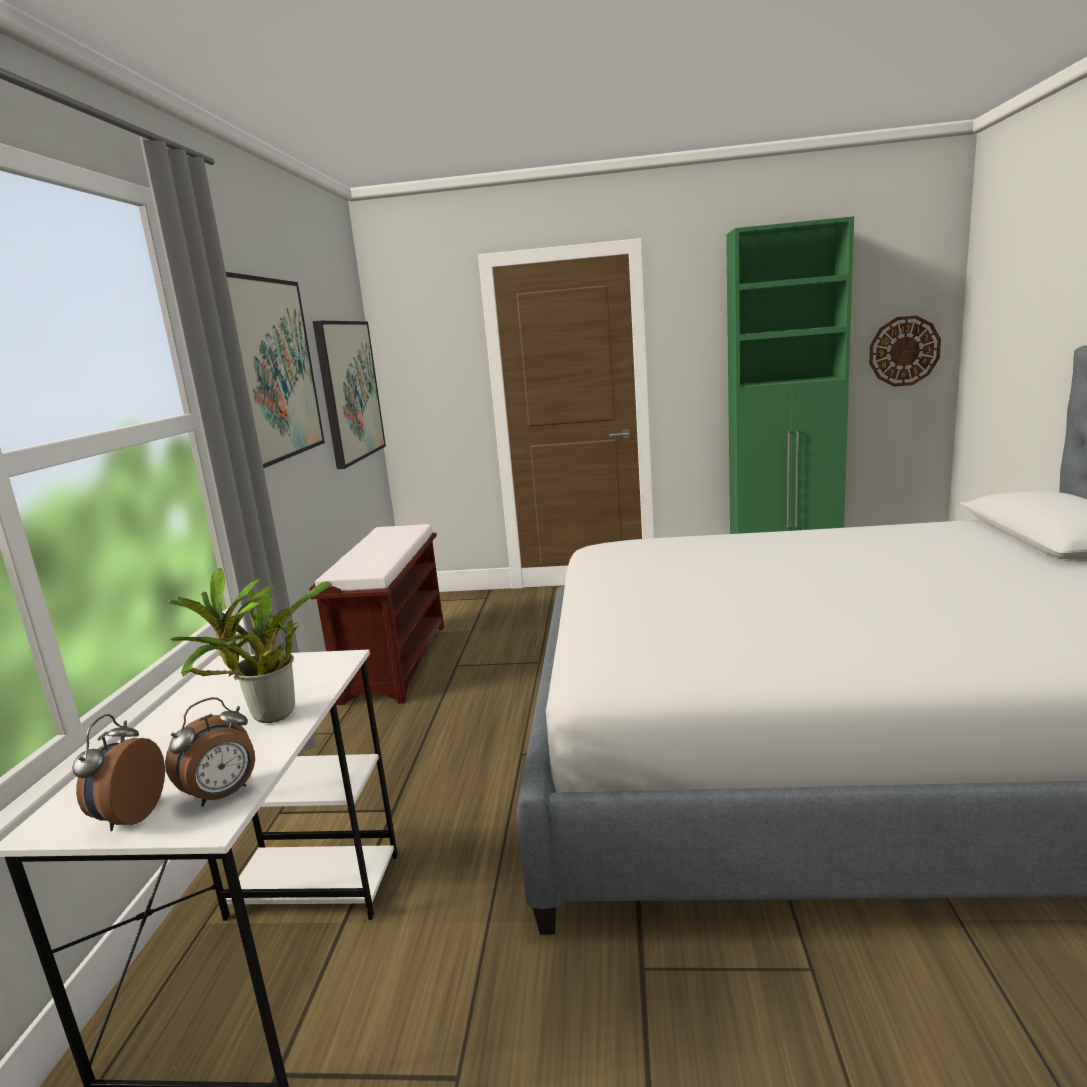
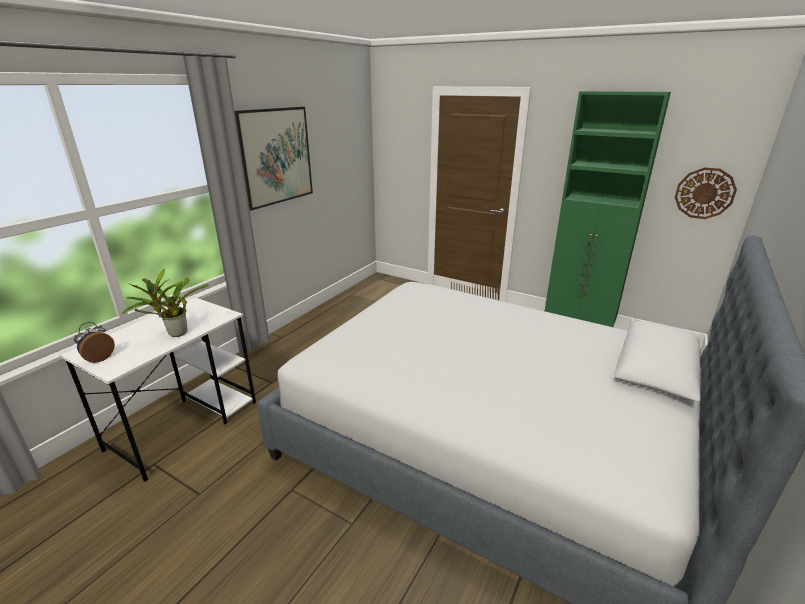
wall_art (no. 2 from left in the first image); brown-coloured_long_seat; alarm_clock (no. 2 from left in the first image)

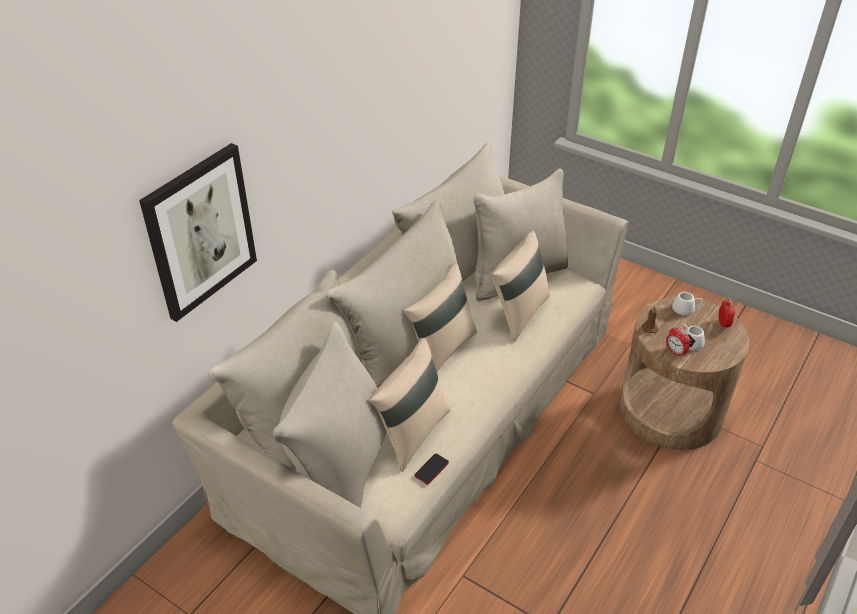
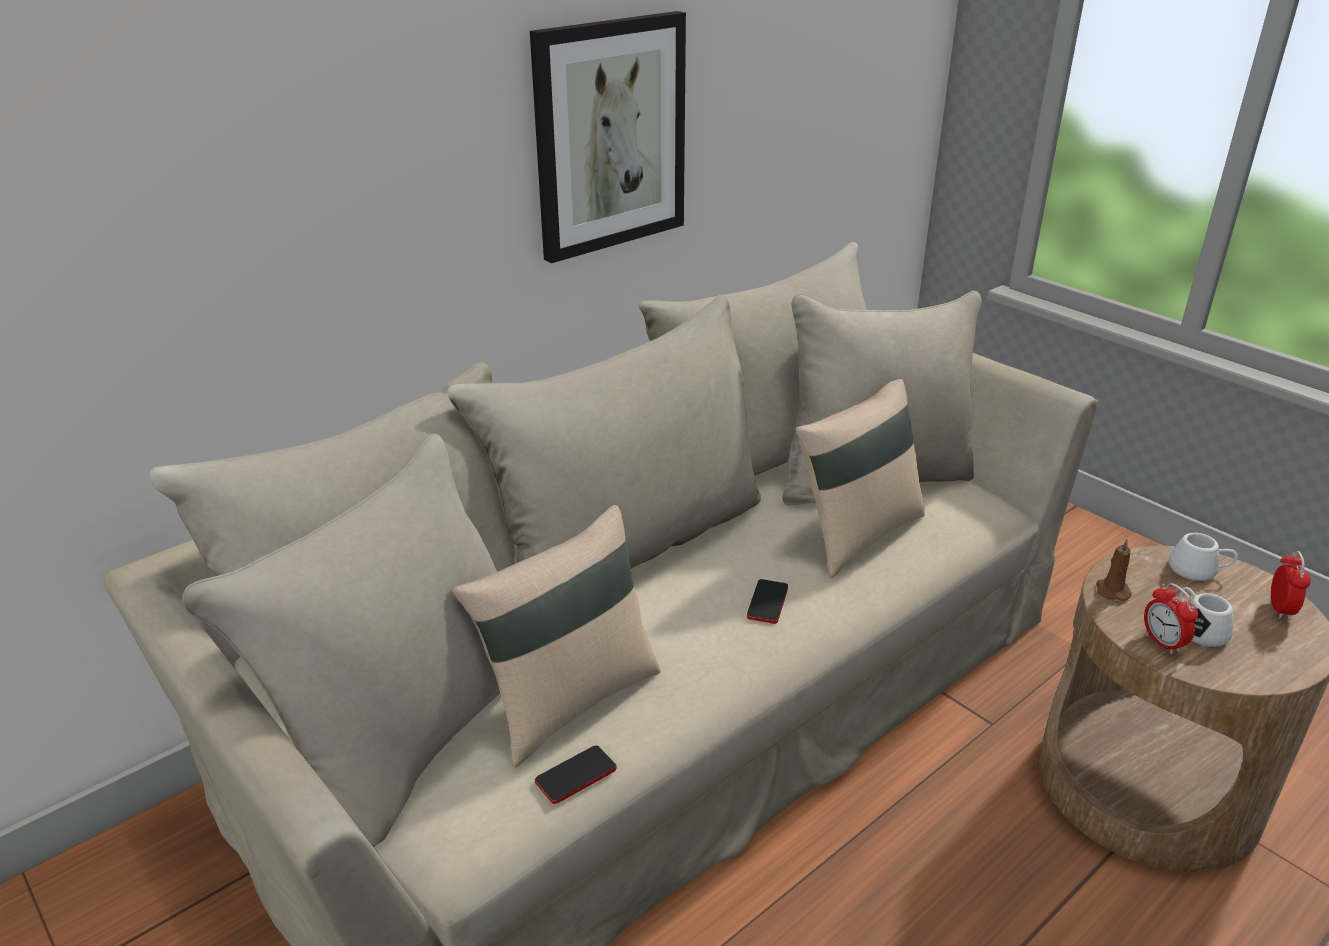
wall_art; beige-coloured_cushion (no. 2 from left in the first image); handset (no. 2 from left)

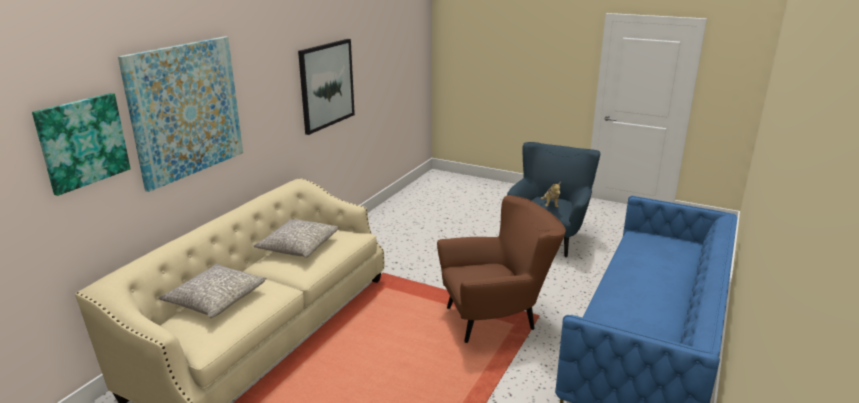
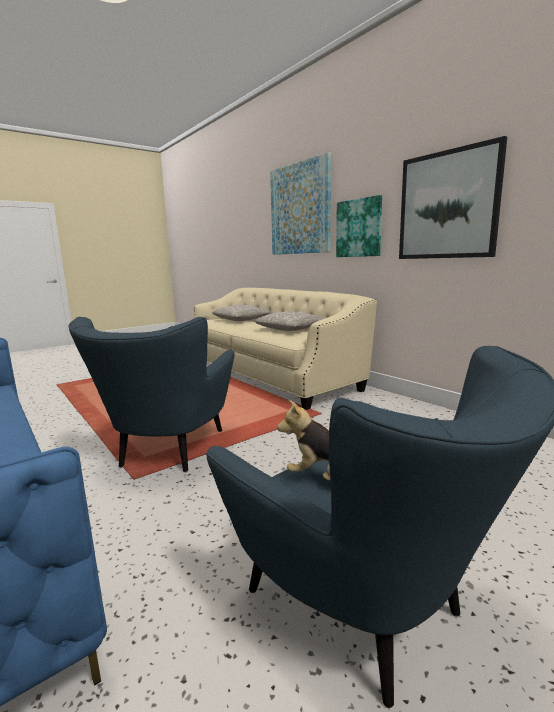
wall_art (no. 2 from left); blue_lounge_chair (no. 1 from left)

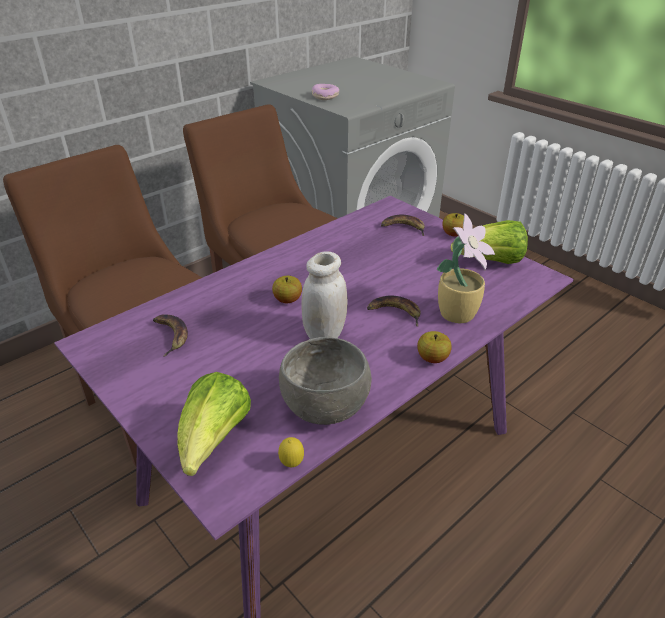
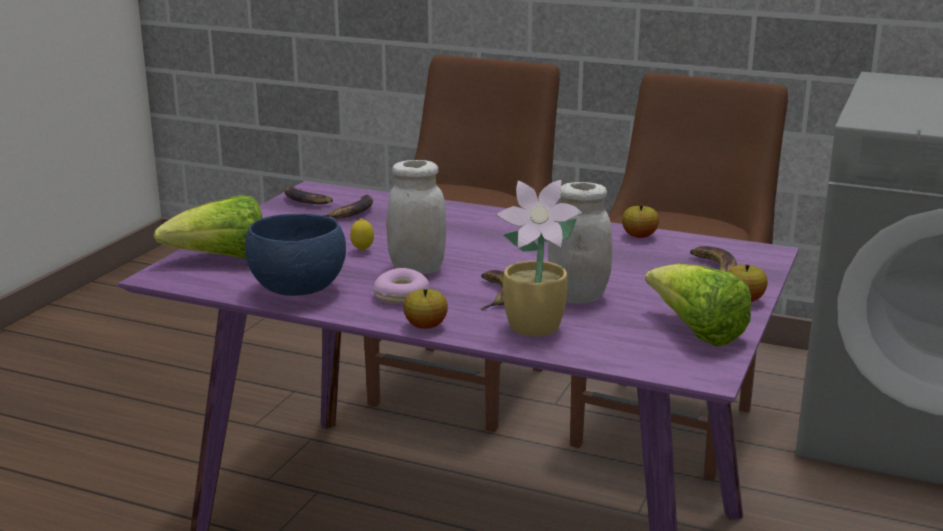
doughnut; whole_apple (no. 2 from left); blue_serving_bowl; lemon; white-coloured_jar (no. 2 from left); whole_banana (no. 1 from left)

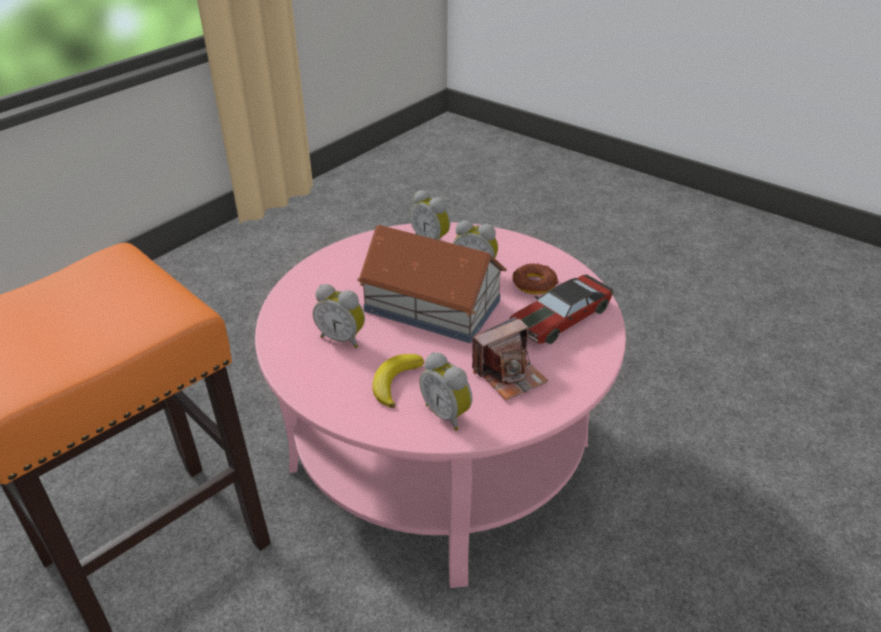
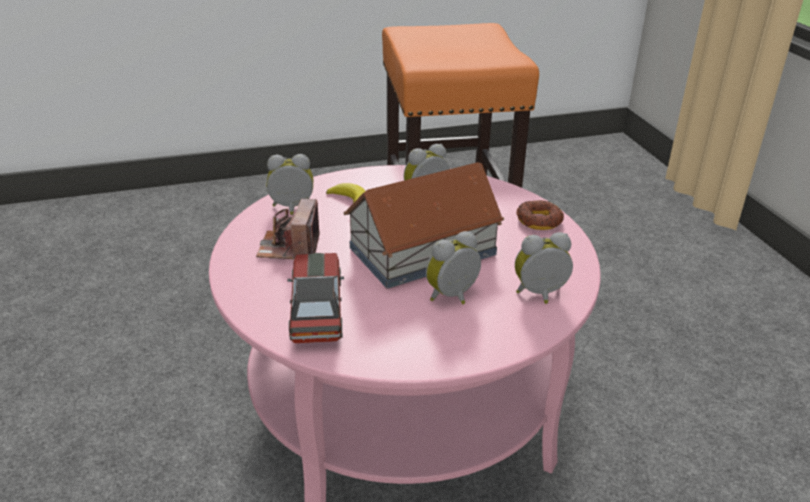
doughnut

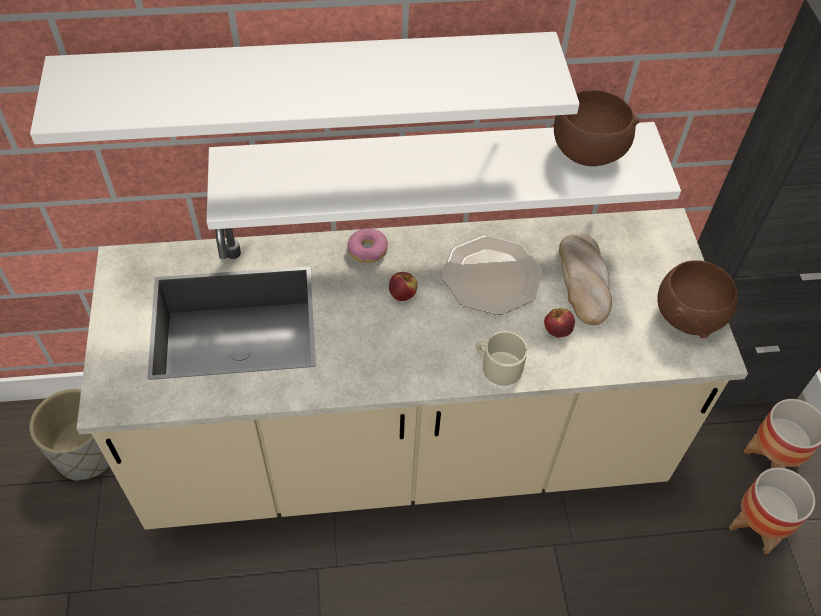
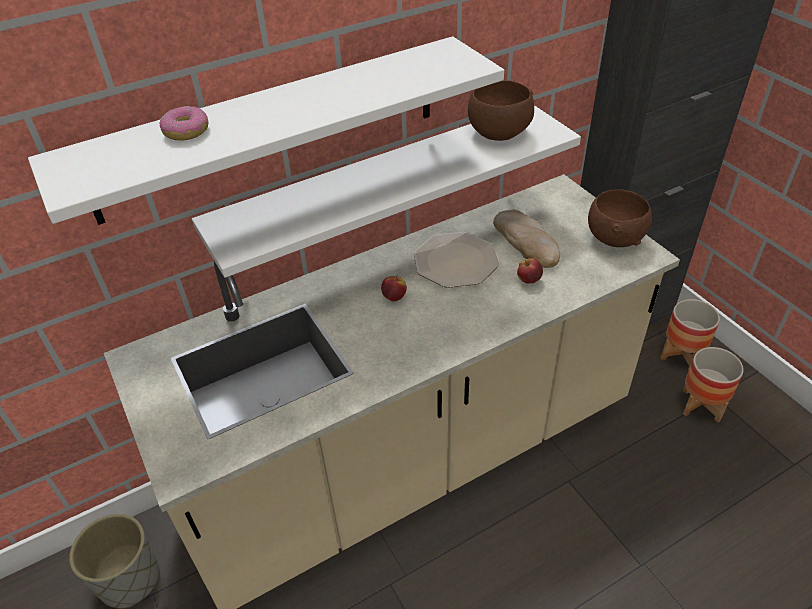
doughnut; beige-coloured_coffee_mug

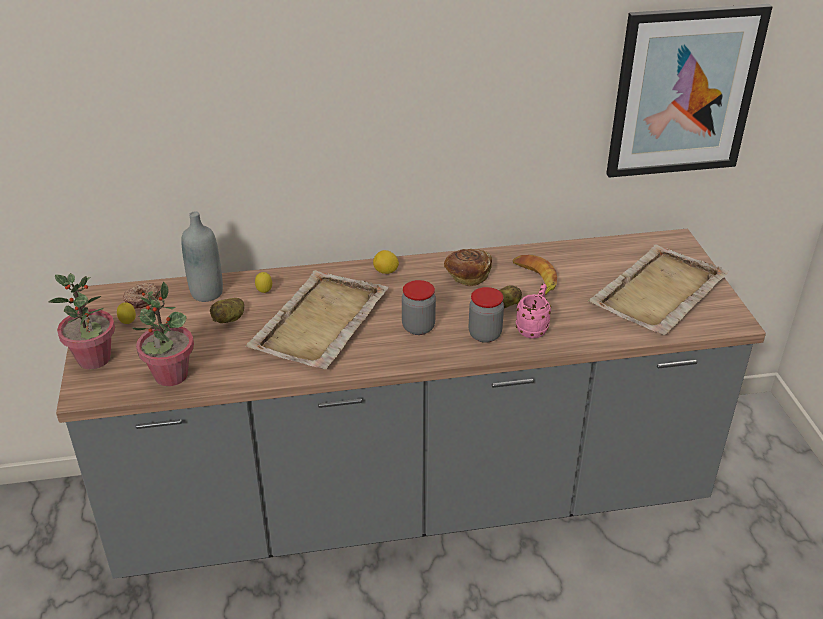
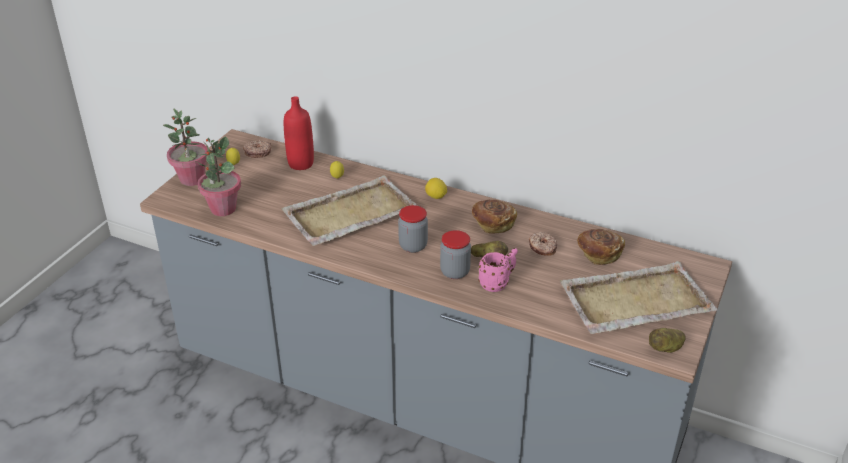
wall_art; reddish_beverage_bottle; doughnut (no. 2 from left); potato (no. 2 from left); bakery_bread (no. 2 from left)

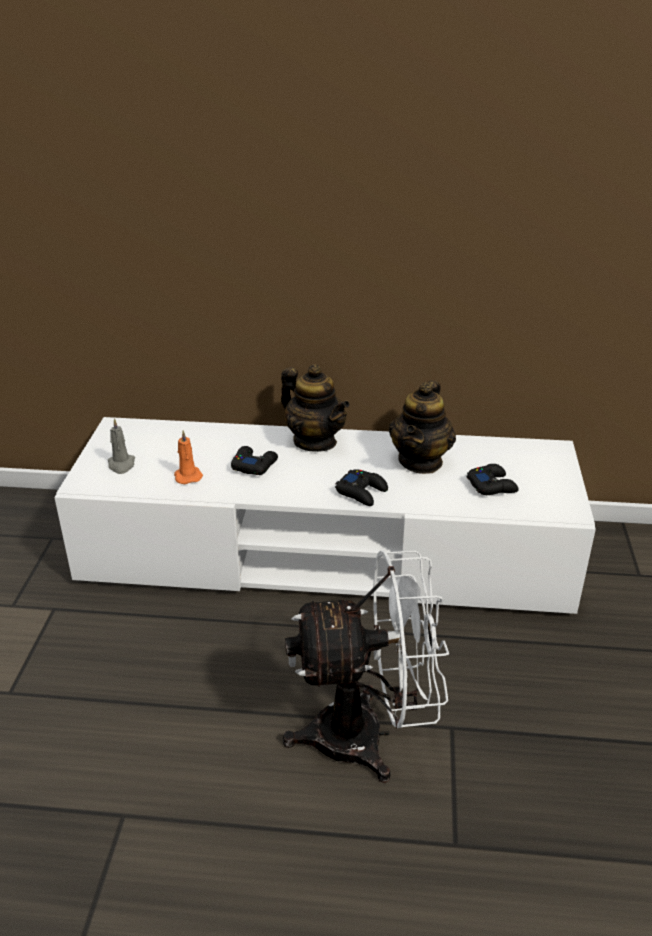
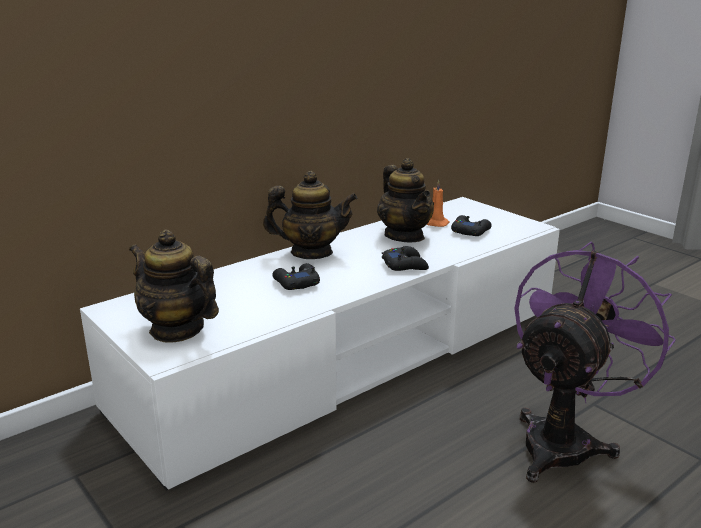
pot_for_tea (no. 1 from left); orangey_candle; purple_cooling_fan

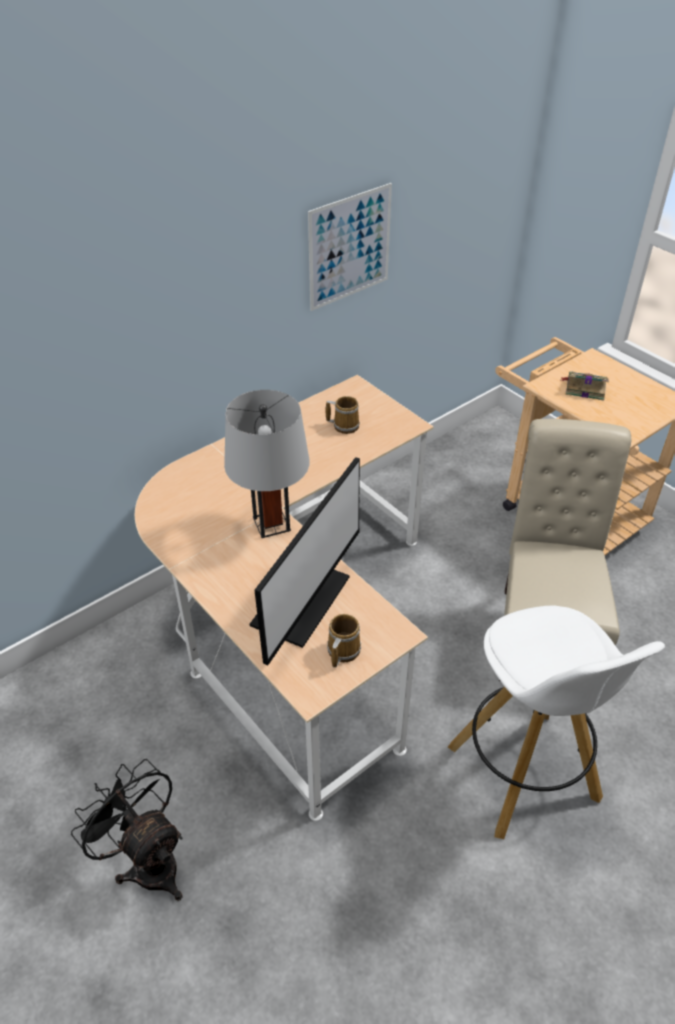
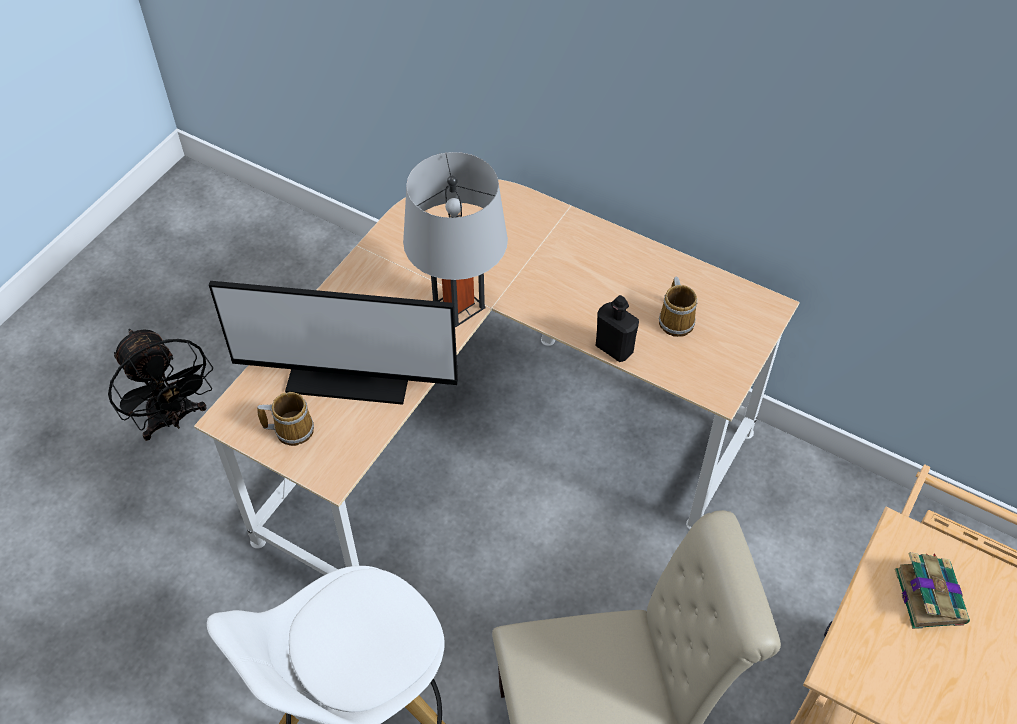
wall_art; black-coloured_cooling_fan; black-coloured_beverage_bottle

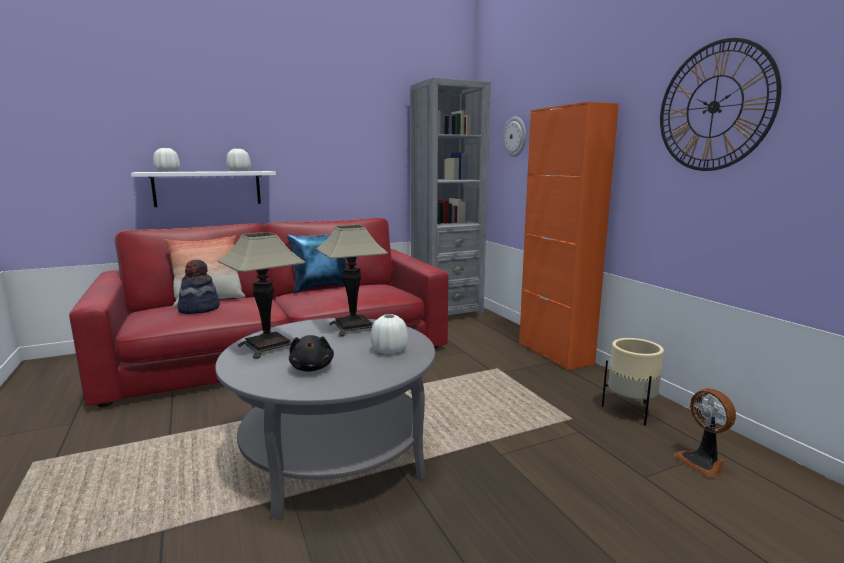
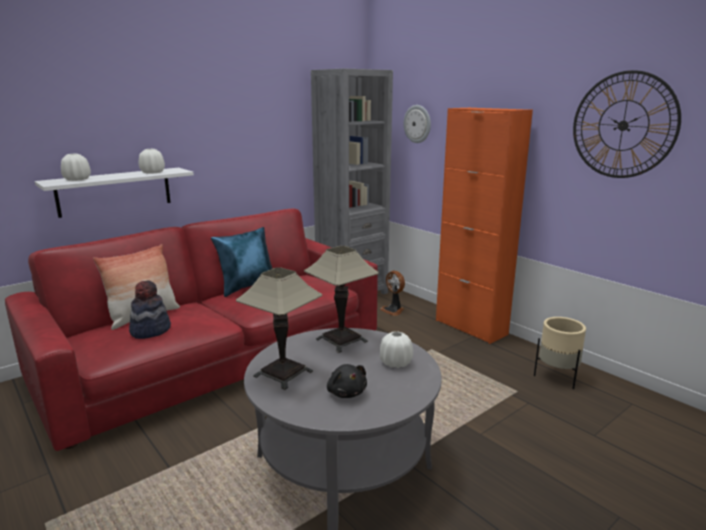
cooling_fan

